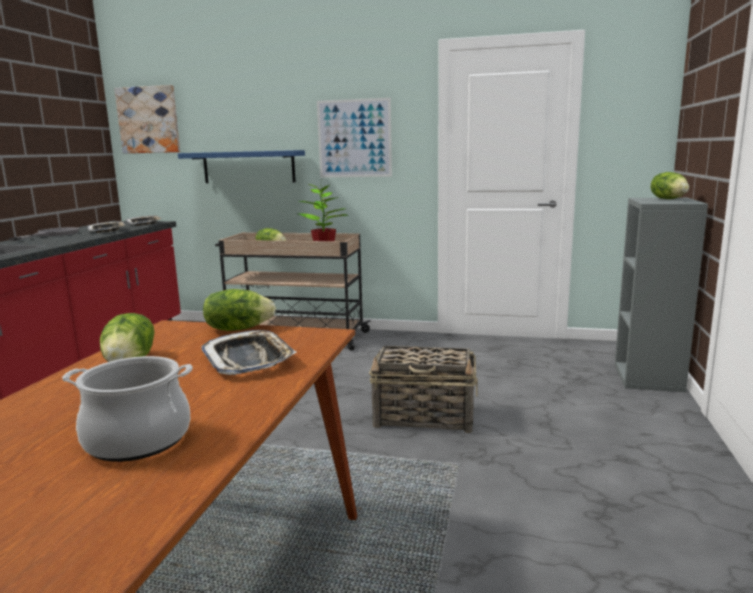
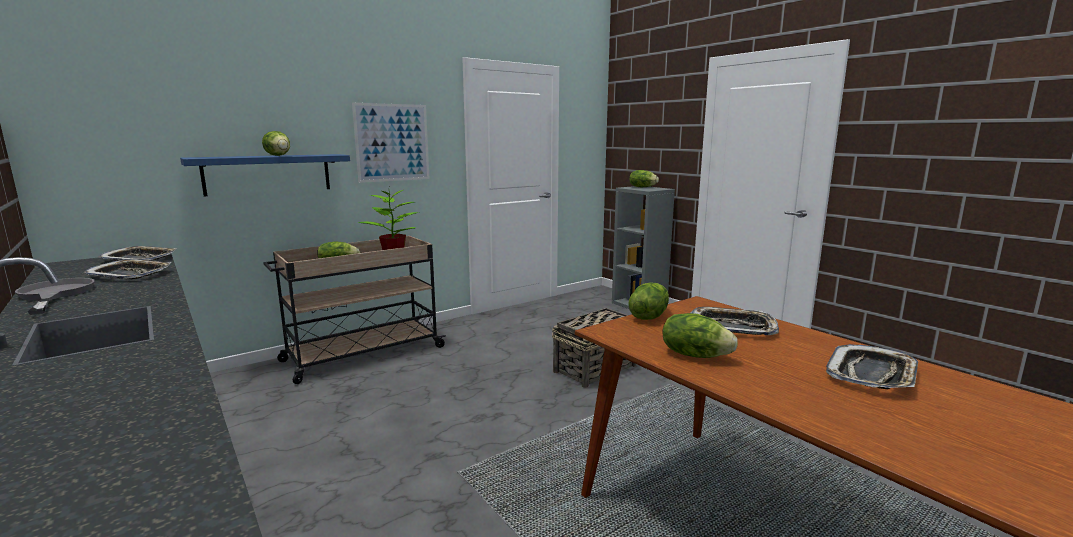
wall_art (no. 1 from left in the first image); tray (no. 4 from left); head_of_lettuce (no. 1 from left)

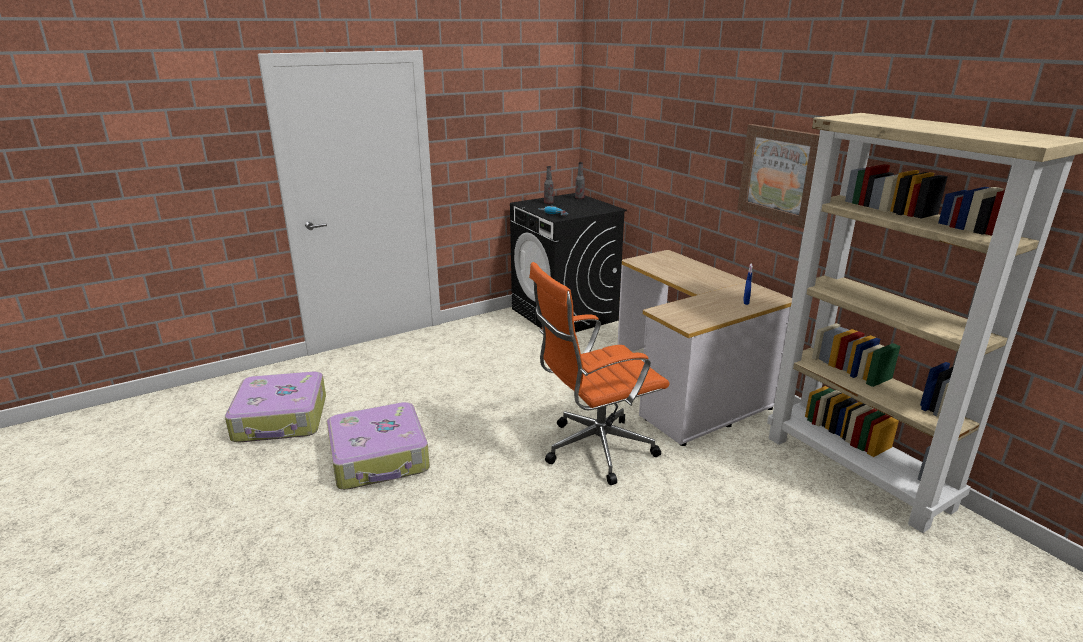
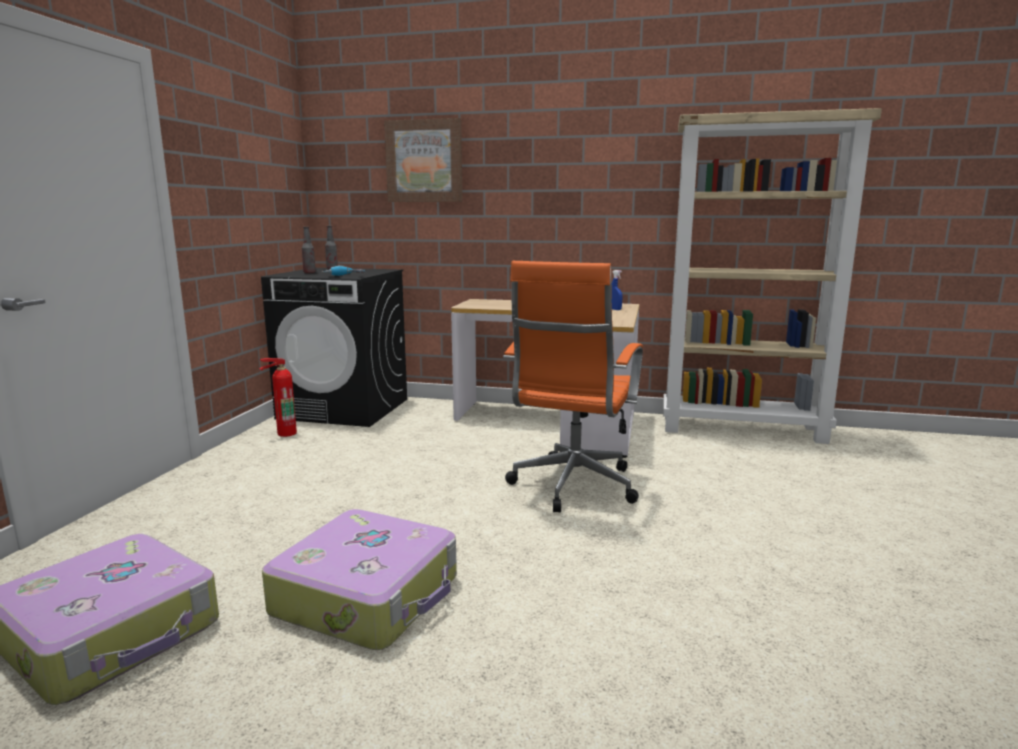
wall_art; fire-fighting_cylinder

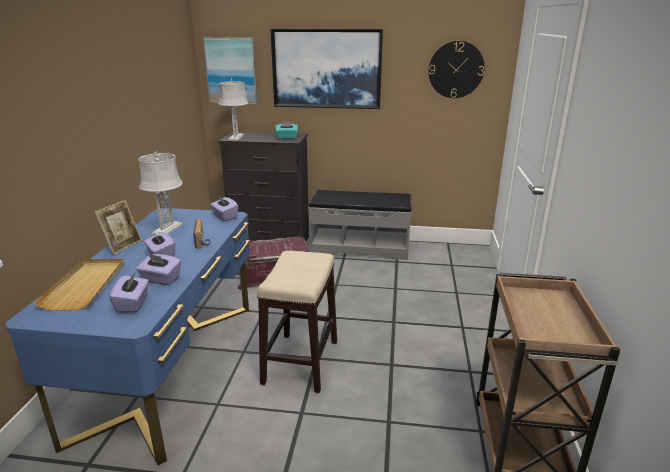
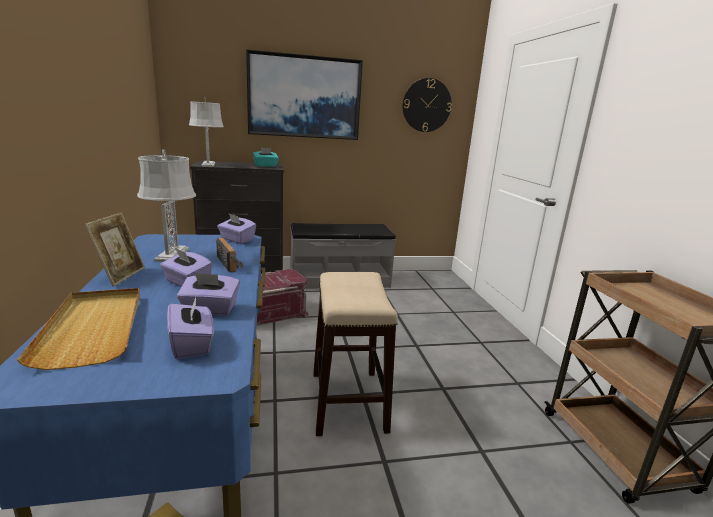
wall_art (no. 1 from left in the first image)

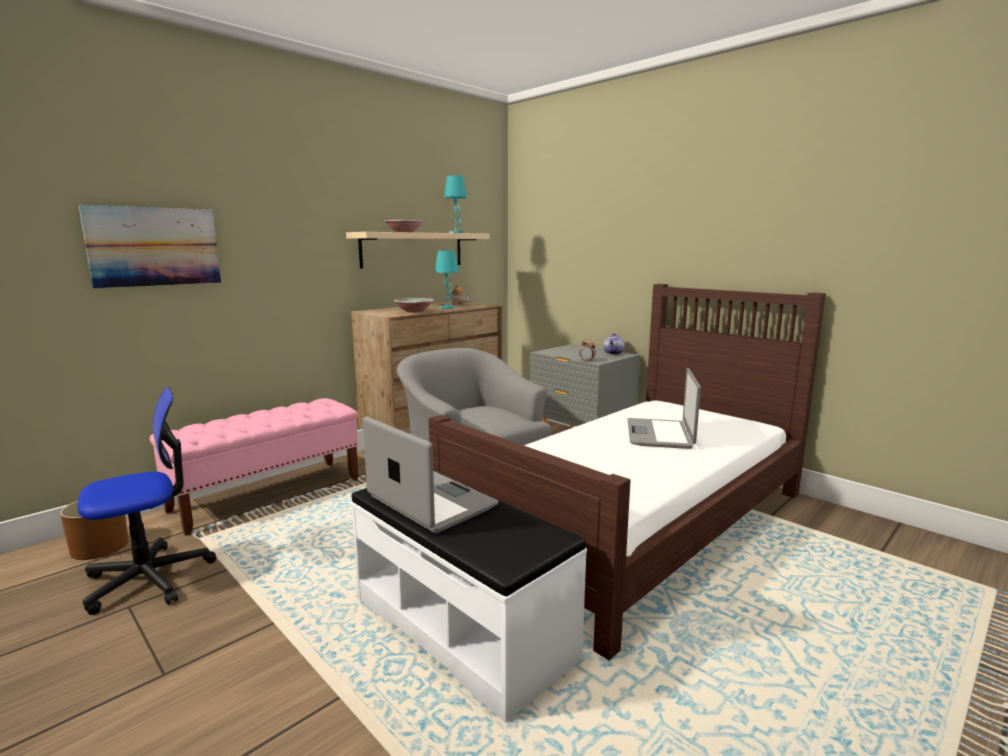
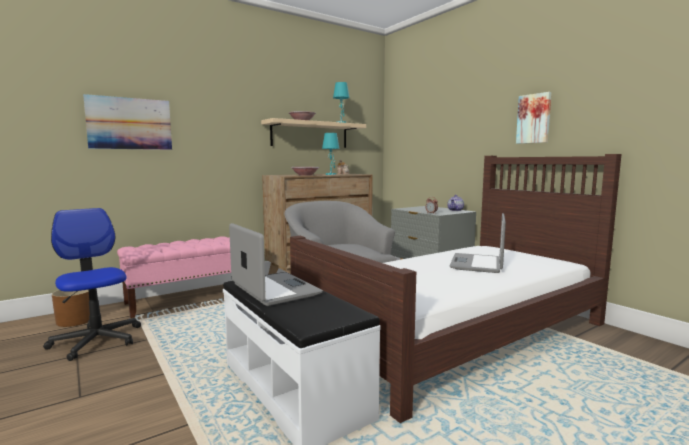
computer_chair; wall_art (no. 2 from left)

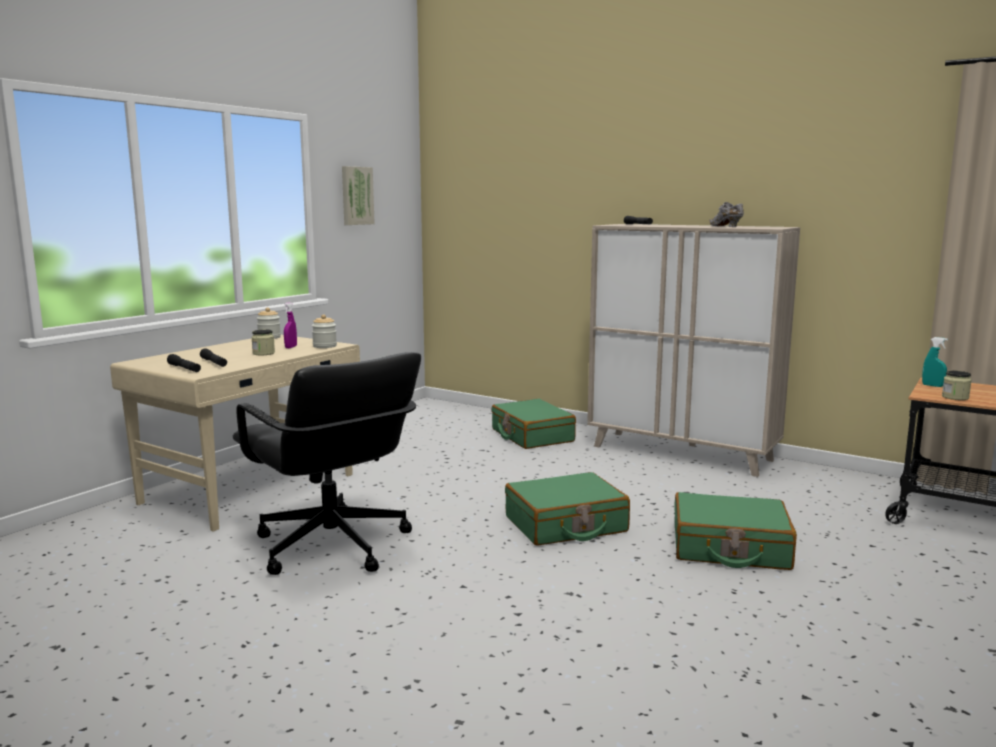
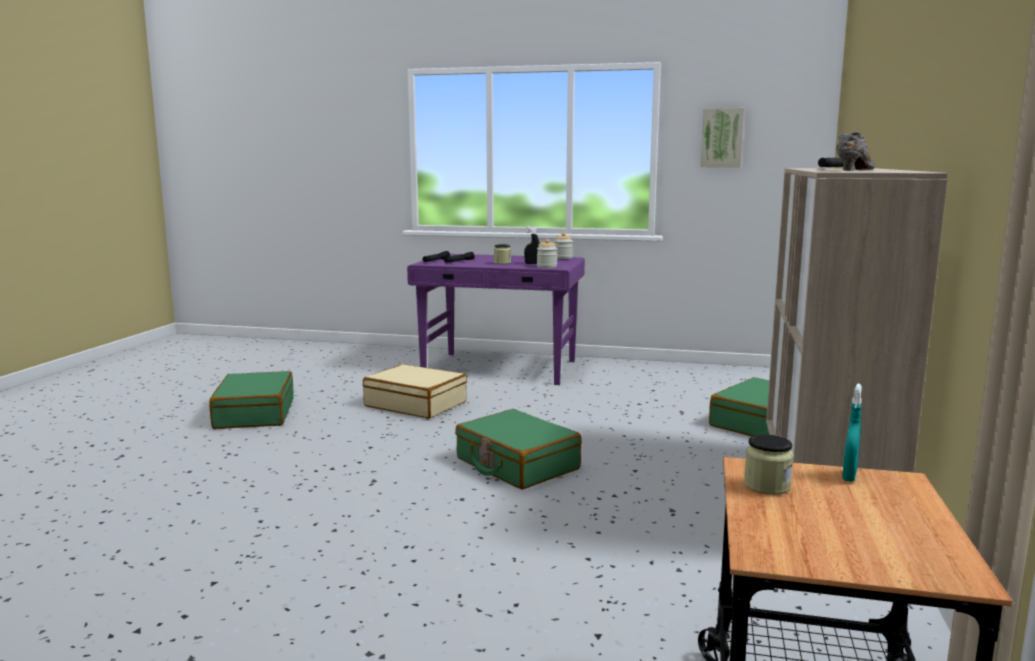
black-coloured_hand_sprayer; purple_desk_unit; beige-coloured_suitcase; green_suitcase (no. 1 from left)

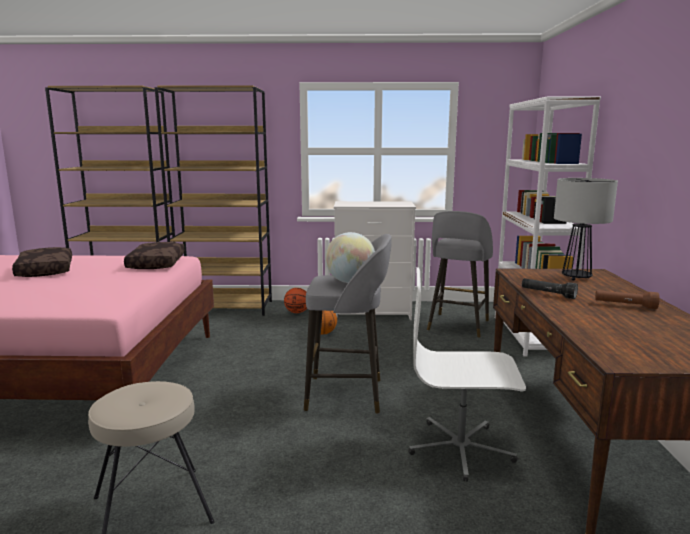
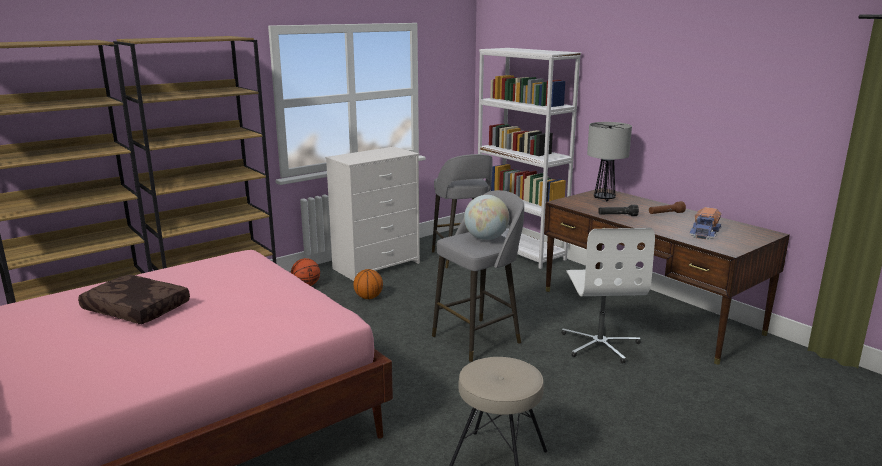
brown-coloured_cushion (no. 2 from left in the first image); white-coloured_computer_chair; toy_lorry

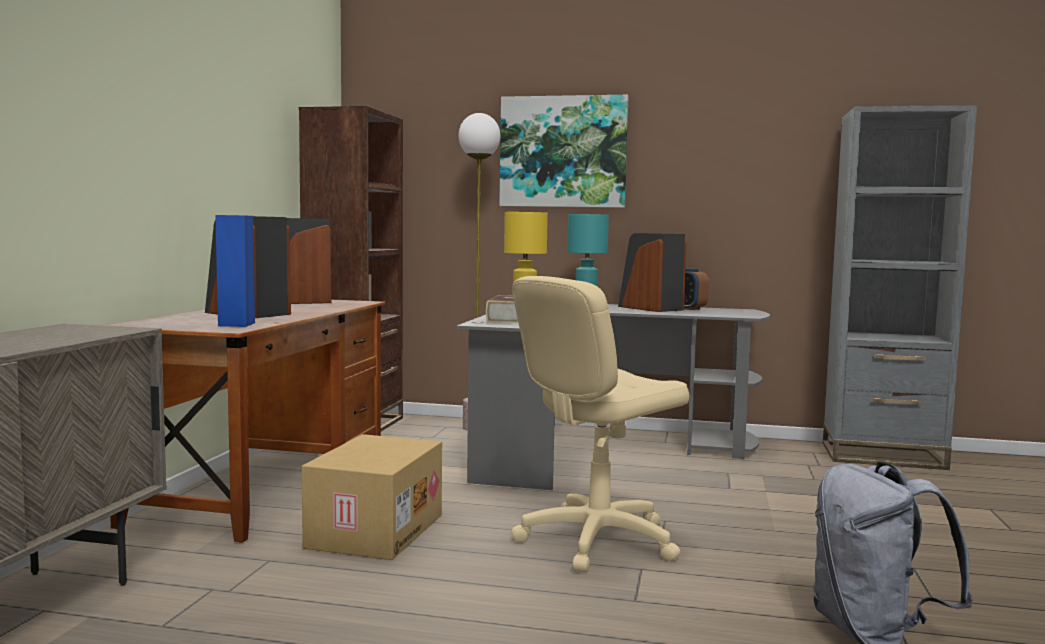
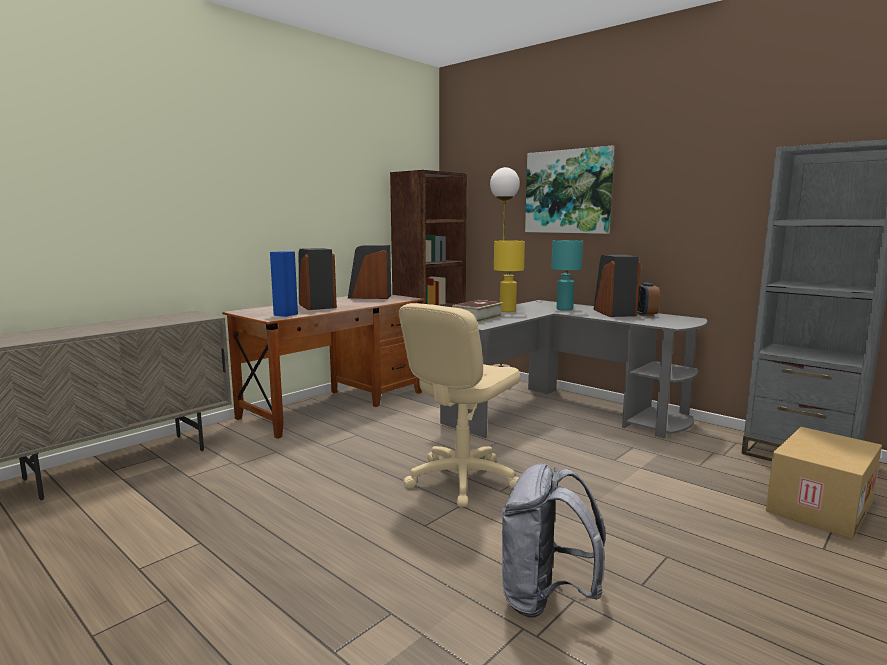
beige-coloured_computer_chair; cardboard_box

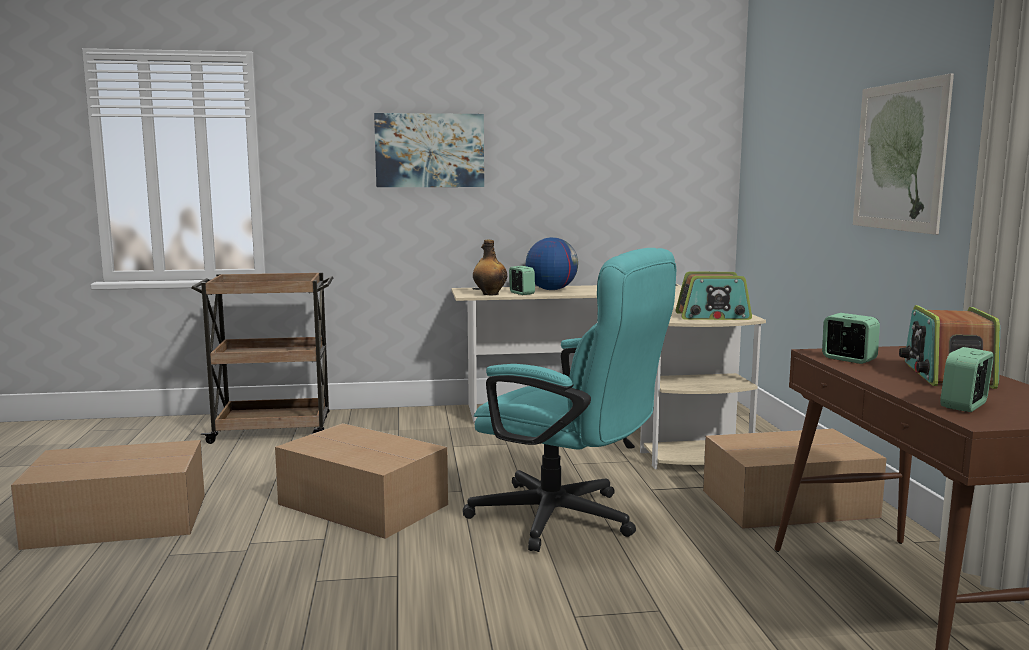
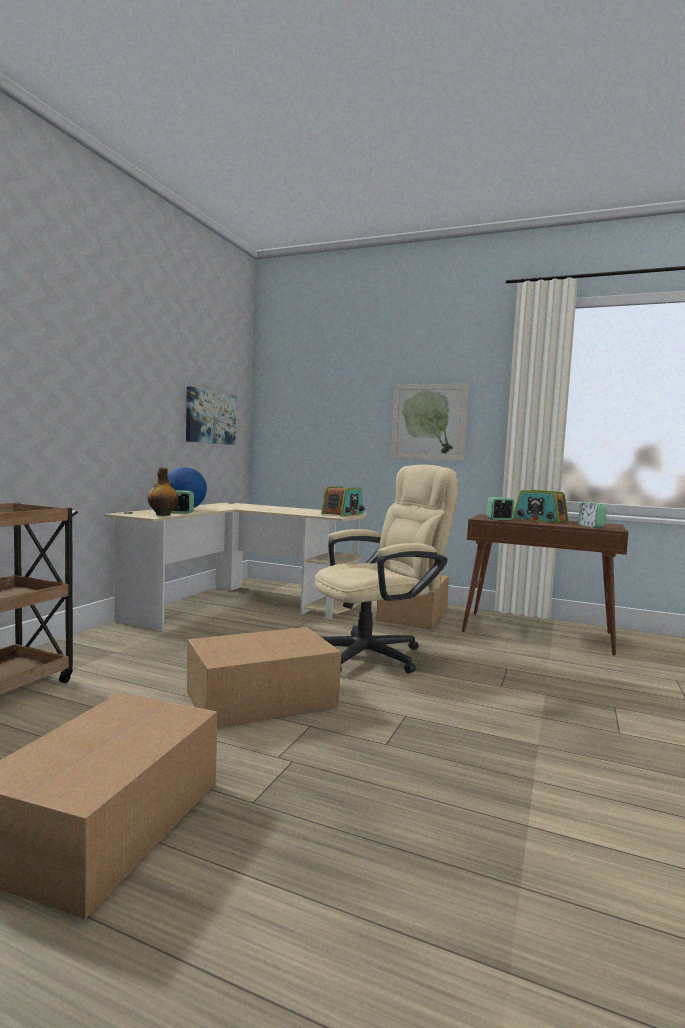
wall_art (no. 1 from left); beige-coloured_computer_chair

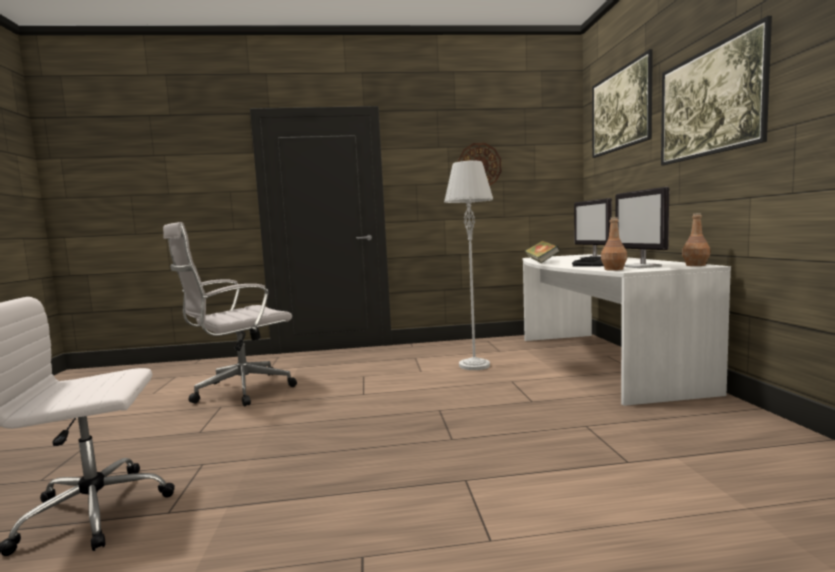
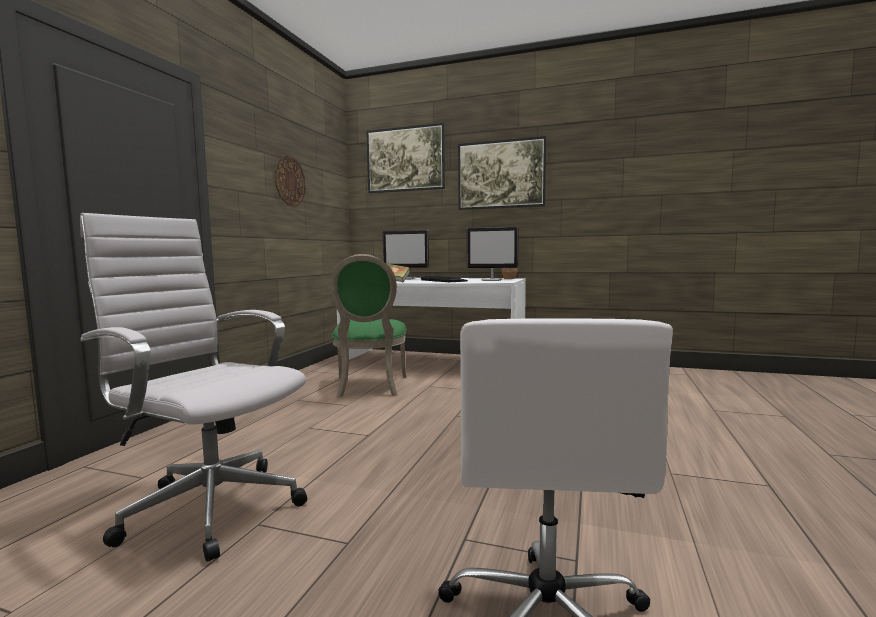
green_plain_chair; brown-coloured_beverage_bottle (no. 1 from left in the first image); white-coloured_computer_chair (no. 1 from left)

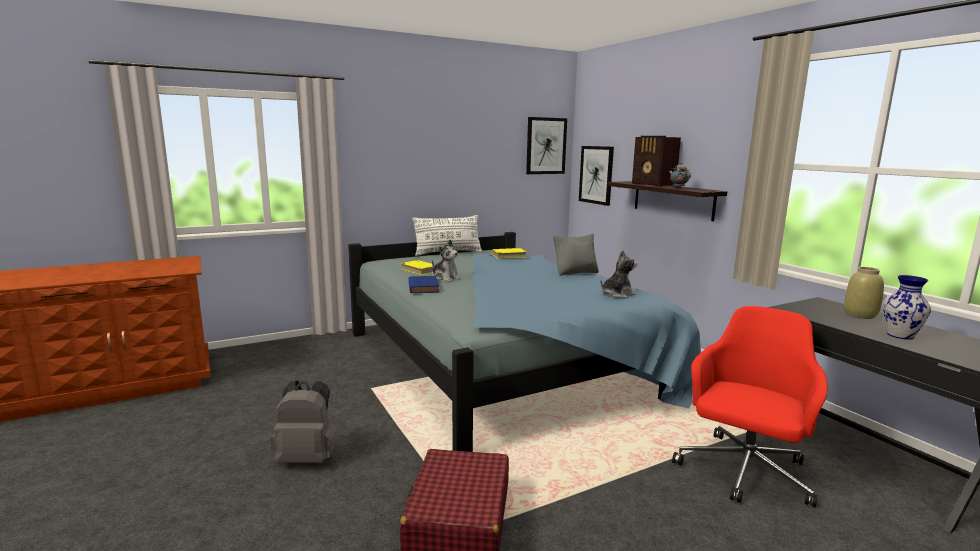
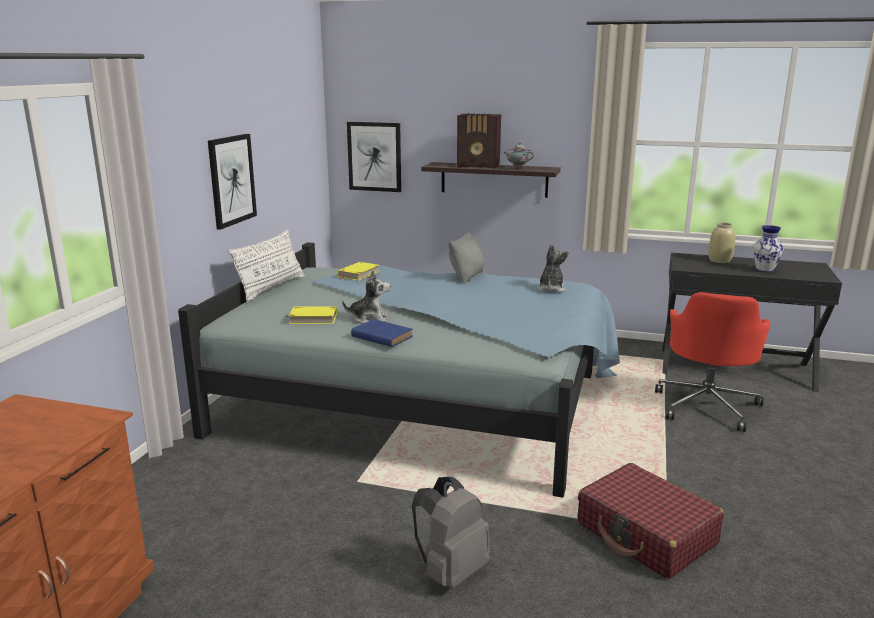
wall_art (no. 1 from left); reddish_computer_chair

